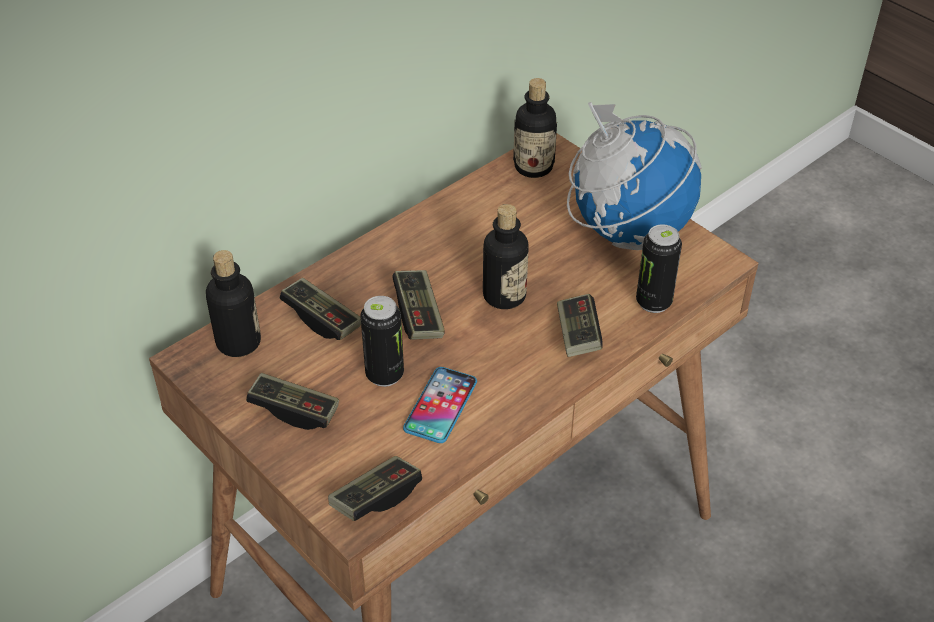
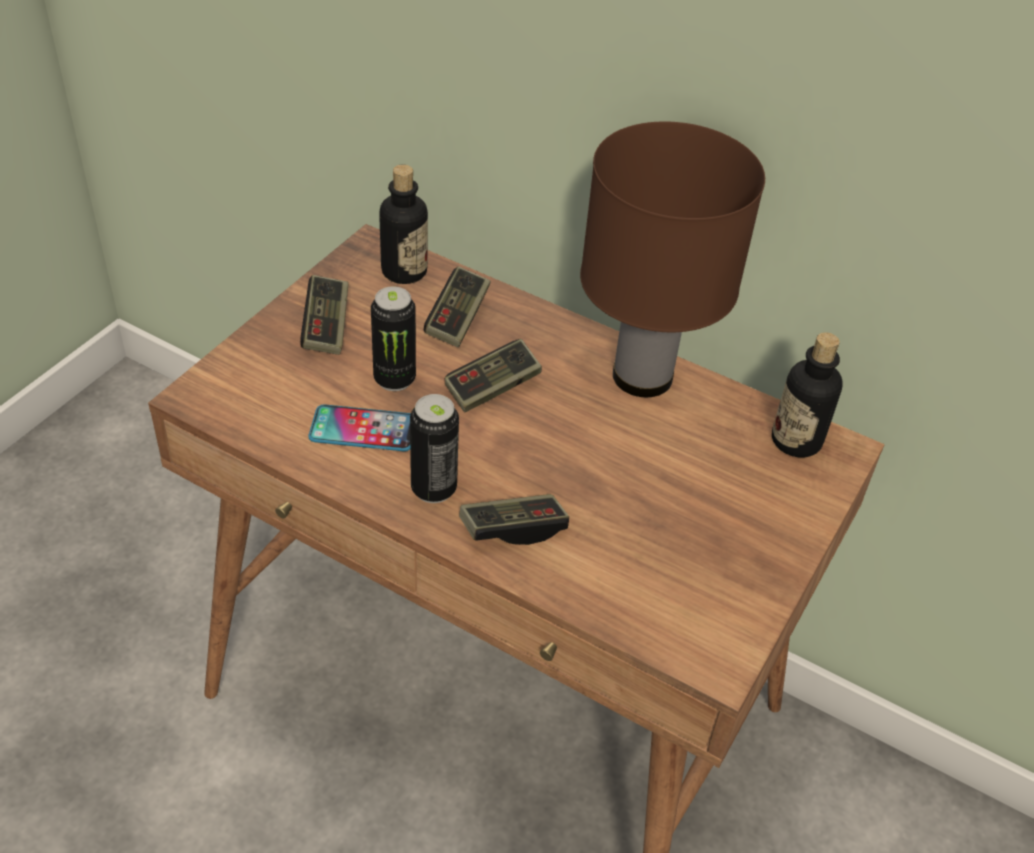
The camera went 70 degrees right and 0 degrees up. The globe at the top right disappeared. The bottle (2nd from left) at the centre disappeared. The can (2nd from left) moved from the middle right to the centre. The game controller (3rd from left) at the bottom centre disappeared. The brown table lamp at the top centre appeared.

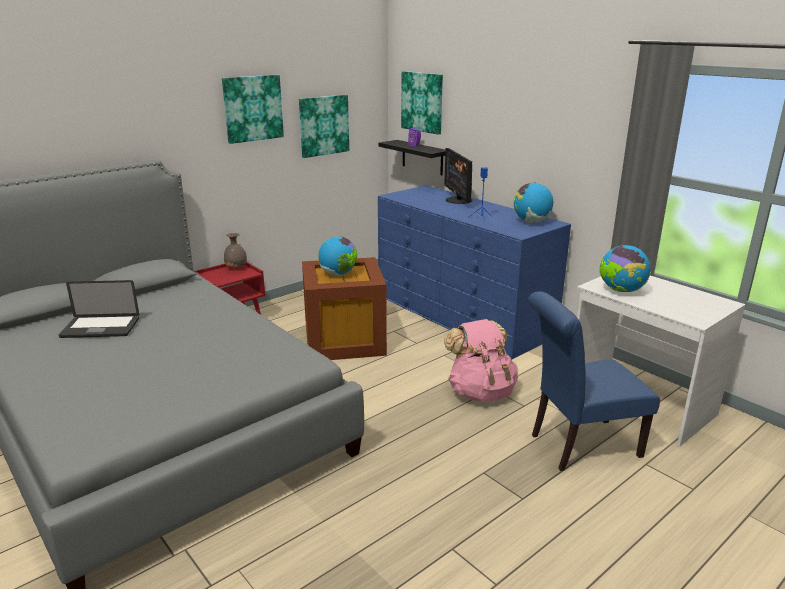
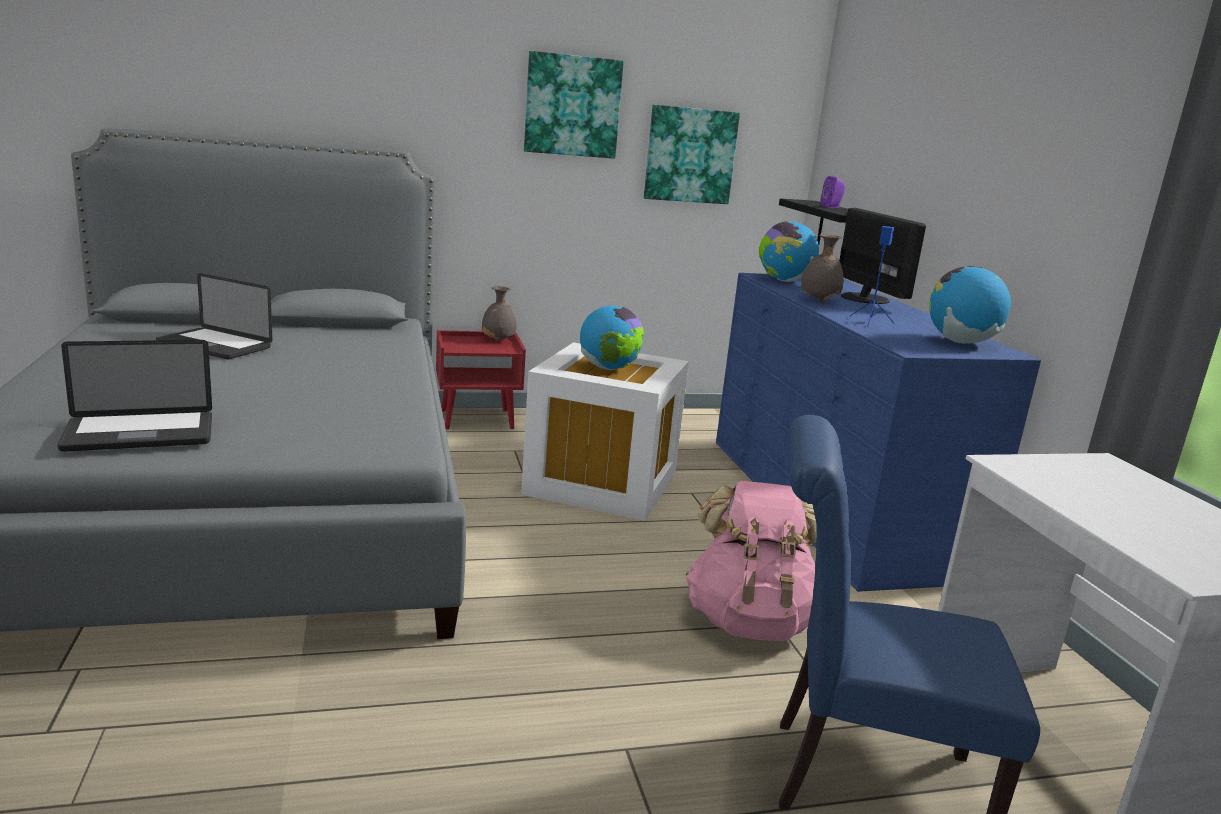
The camera went 25 degrees right and 5 degrees down. The picture (3rd from left) at the top centre disappeared. The monitor at the top centre turned 150 degrees clockwise. The globe (3rd from left in the first image) moved from the middle right to the top centre. The brown storage box at the centre became the white storage box at the centre. The grey vase (2nd from left) at the top right appeared. The laptop (1st from left) at the middle left appeared.

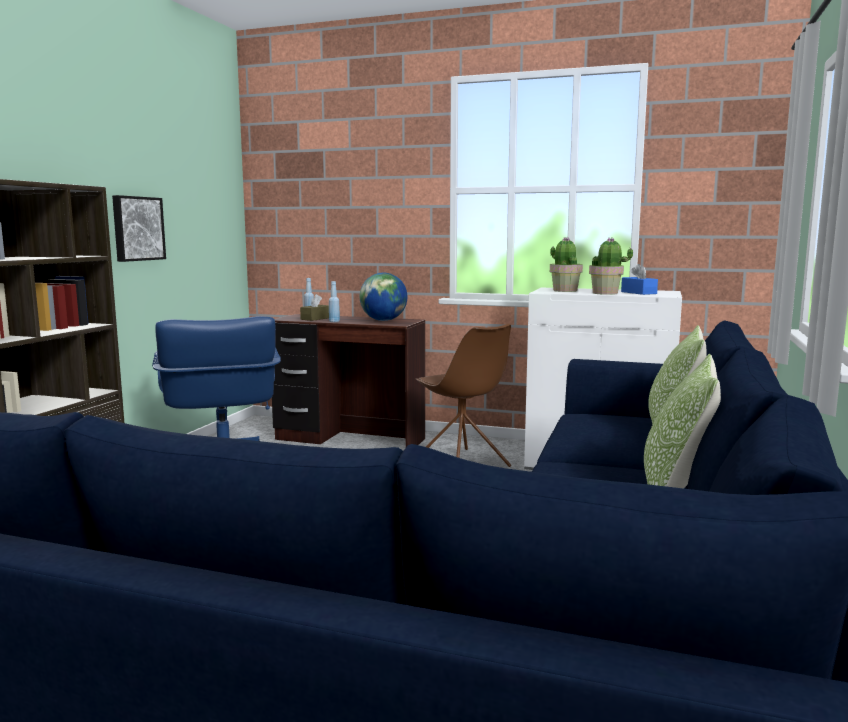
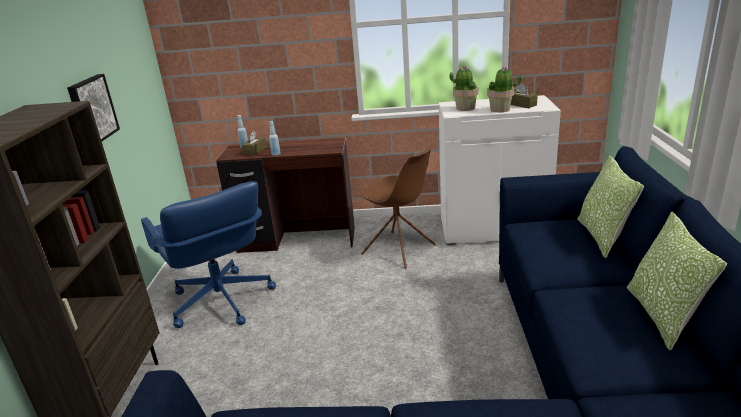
The camera went 15 degrees left and 15 degrees up. The blue tissue box at the middle right became the brown tissue box (2nd from left) at the top right. The globe at the centre disappeared.

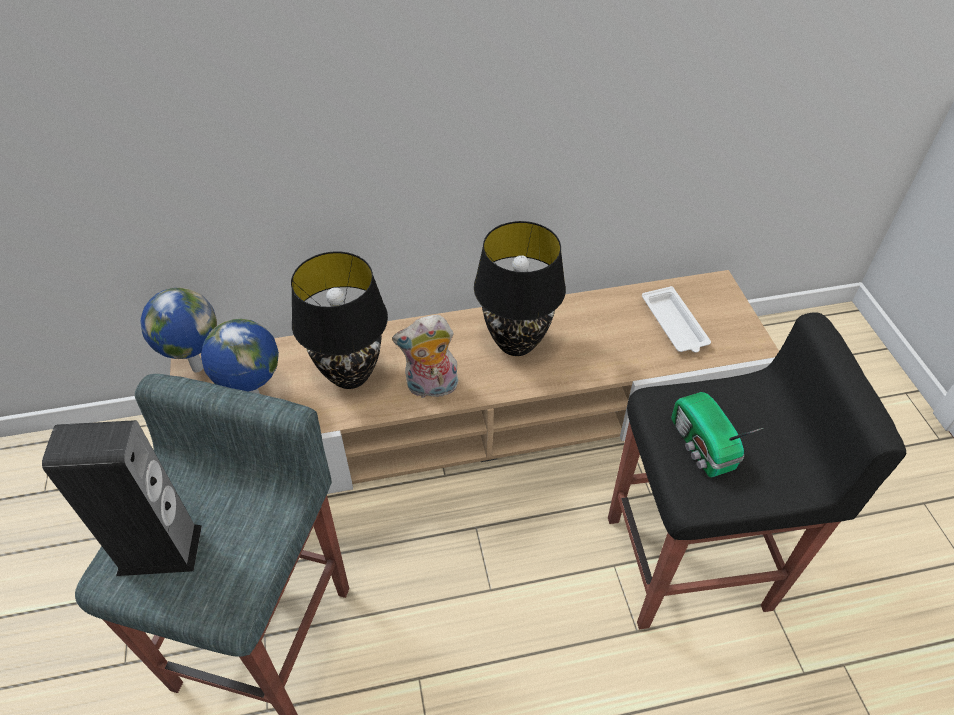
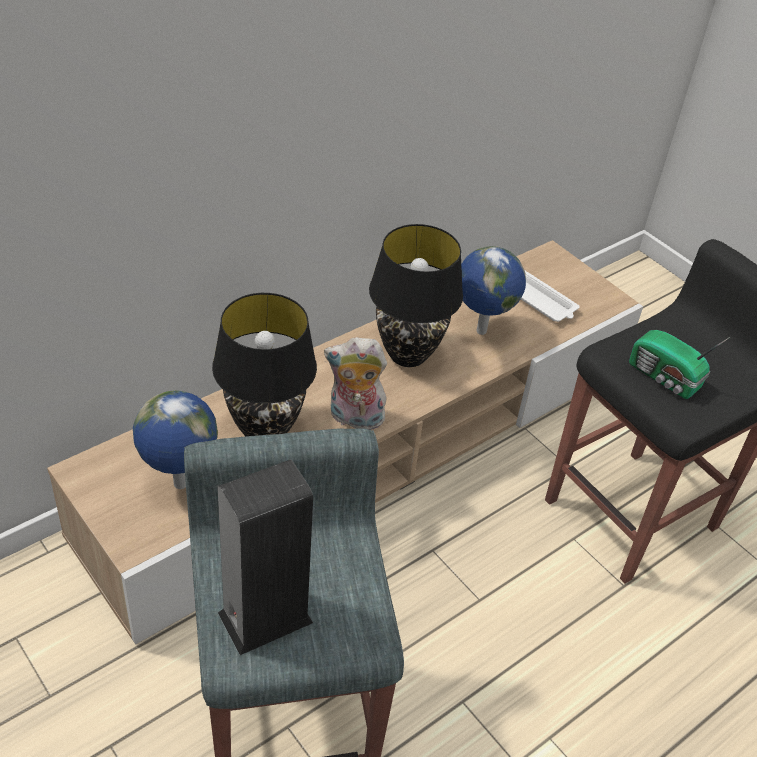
The camera went 30 degrees left and 5 degrees down. The globe (1st from left in the first image) moved from the middle left to the centre. The plush toy at the centre turned 45 degrees clockwise.

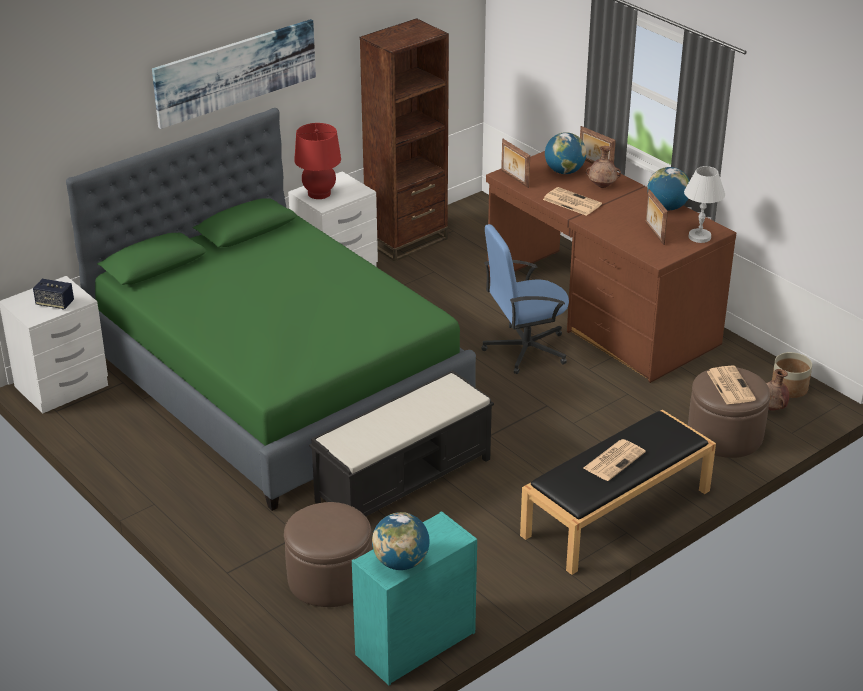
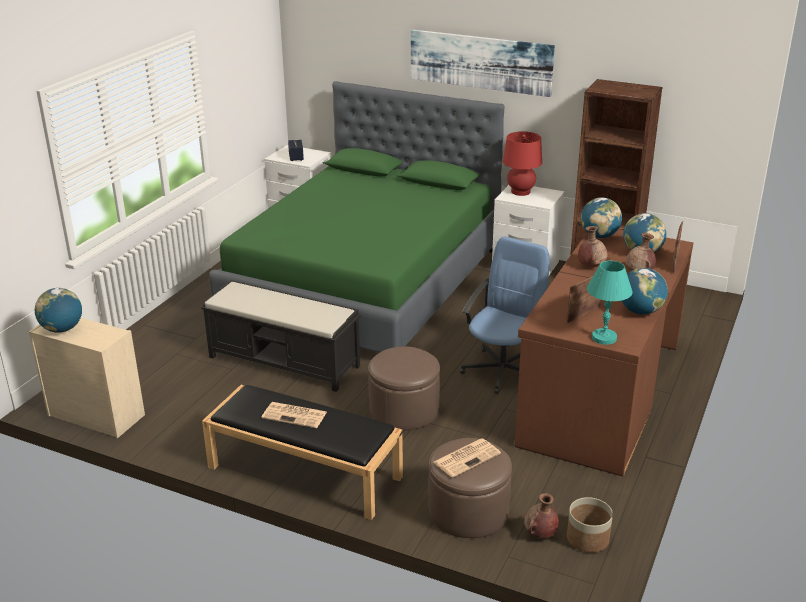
The camera went 65 degrees right and 5 degrees down. The picture frame (1st from left) at the top centre was replaced by the globe (2nd from left) at the middle right. The white table lamp at the top right became the turquoise table lamp at the middle right. The newspaper (1st from left) at the top centre was replaced by the brown vase (2nd from left) at the middle right. The blue office chair at the centre turned 75 degrees clockwise. The brown ottoman (1st from left) moved from the bottom centre to the centre. The turquoise dresser at the bottom centre became the beige dresser at the middle left.

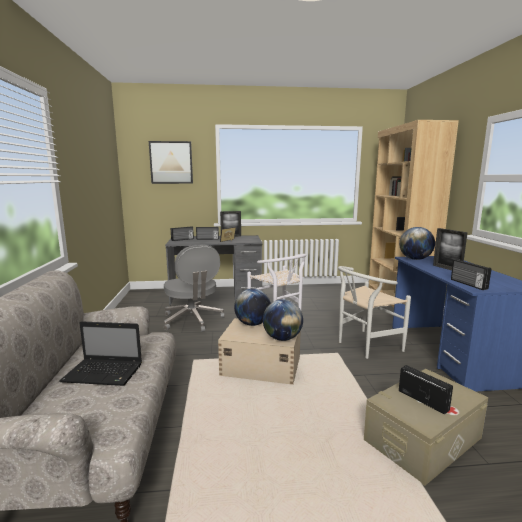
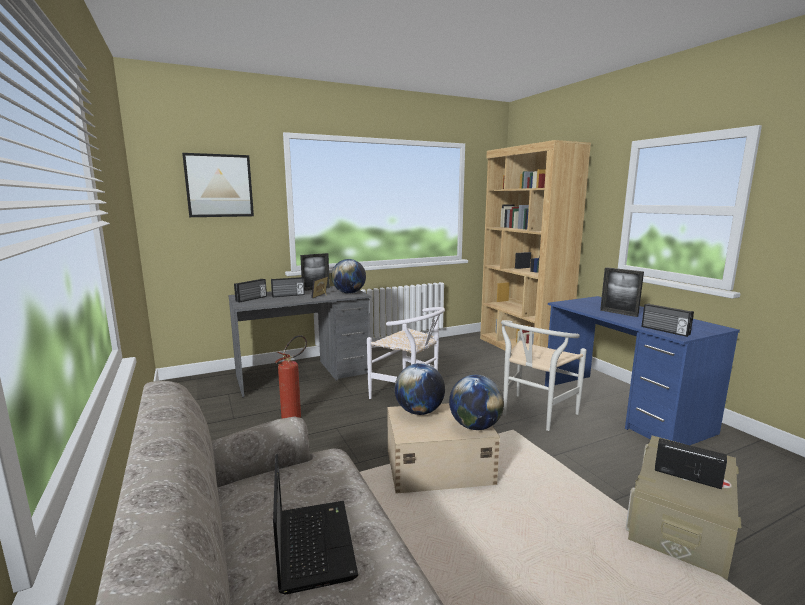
The camera went 20 degrees left and 0 degrees up. The globe (3rd from left in the first image) moved from the middle right to the centre. The grey office chair at the centre was replaced by the fire extinguisher at the centre. The laptop at the bottom left turned 90 degrees counterclockwise.

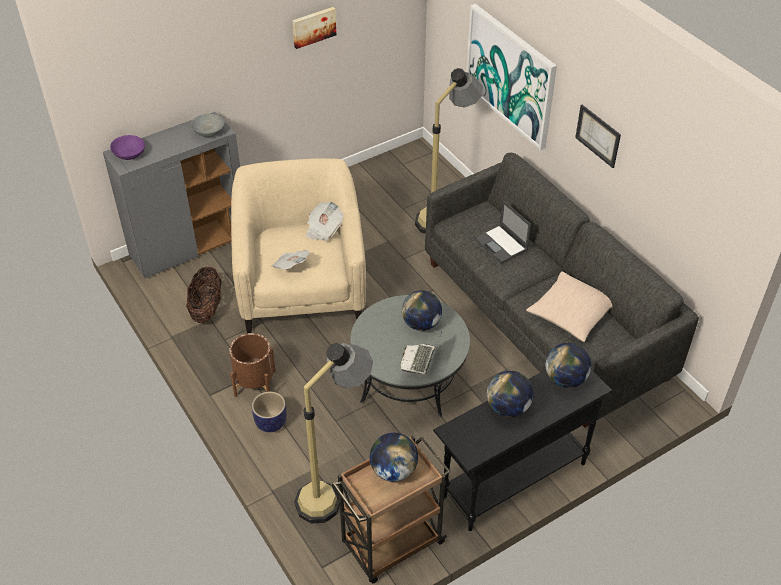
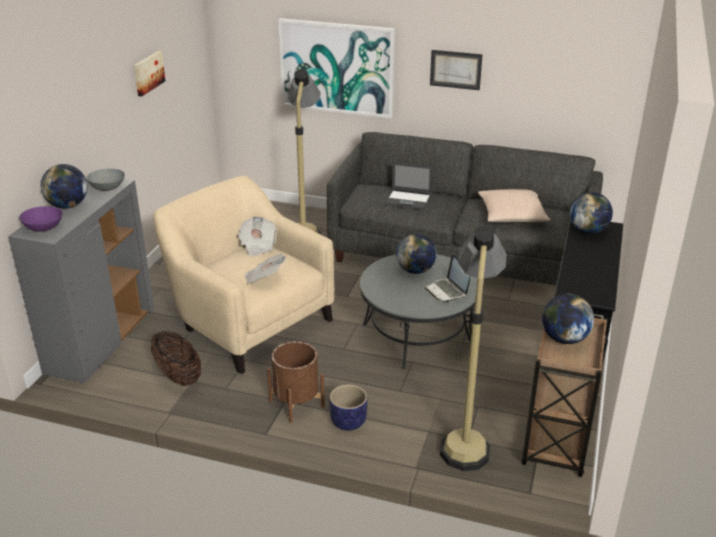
The camera went 40 degrees left and 15 degrees down. The globe (3rd from left in the first image) moved from the bottom centre to the middle left.

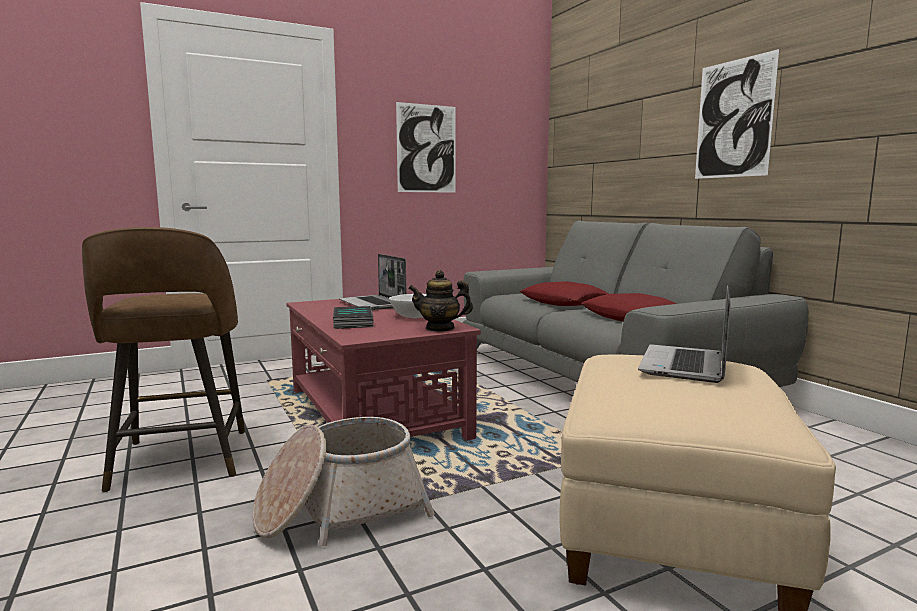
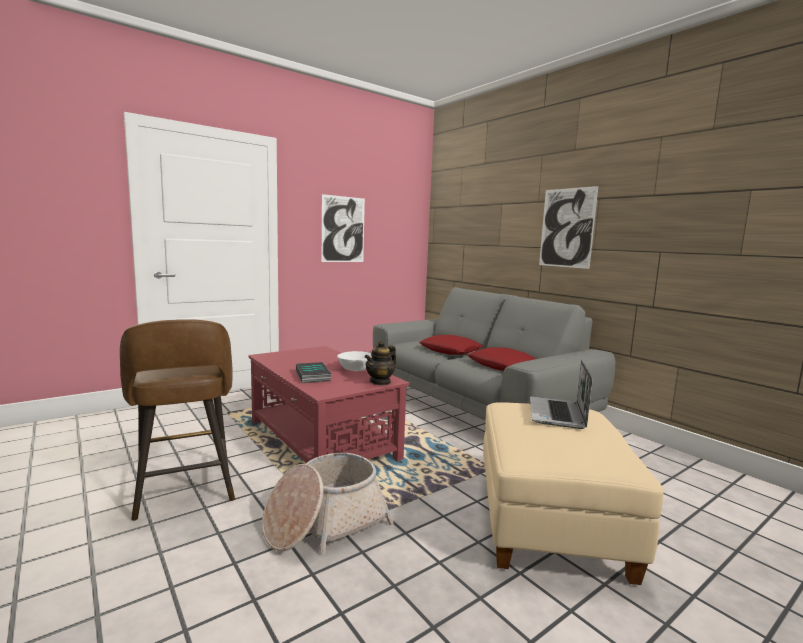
The camera went 10 degrees left and 0 degrees up. The laptop (1st from left) at the centre disappeared. The teapot at the centre turned 45 degrees counterclockwise.

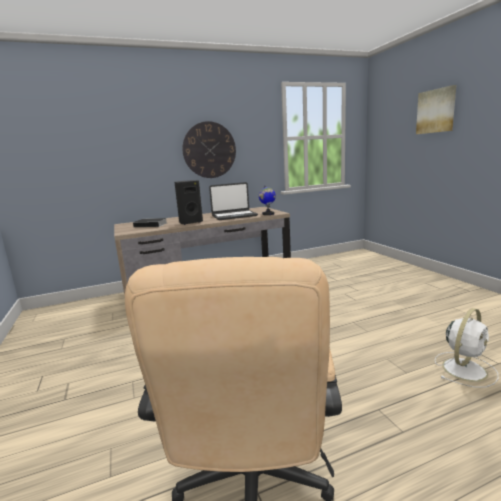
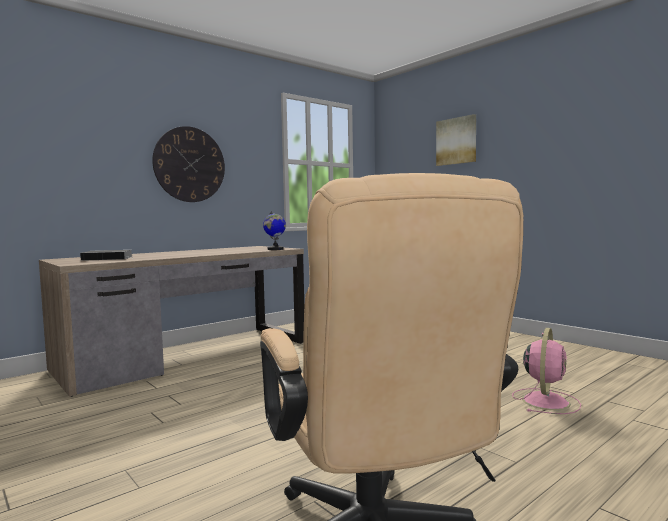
The camera went 20 degrees left and 10 degrees down. The black speaker at the centre disappeared. The laptop at the centre disappeared. The white fan at the bottom right became the pink fan at the bottom right.

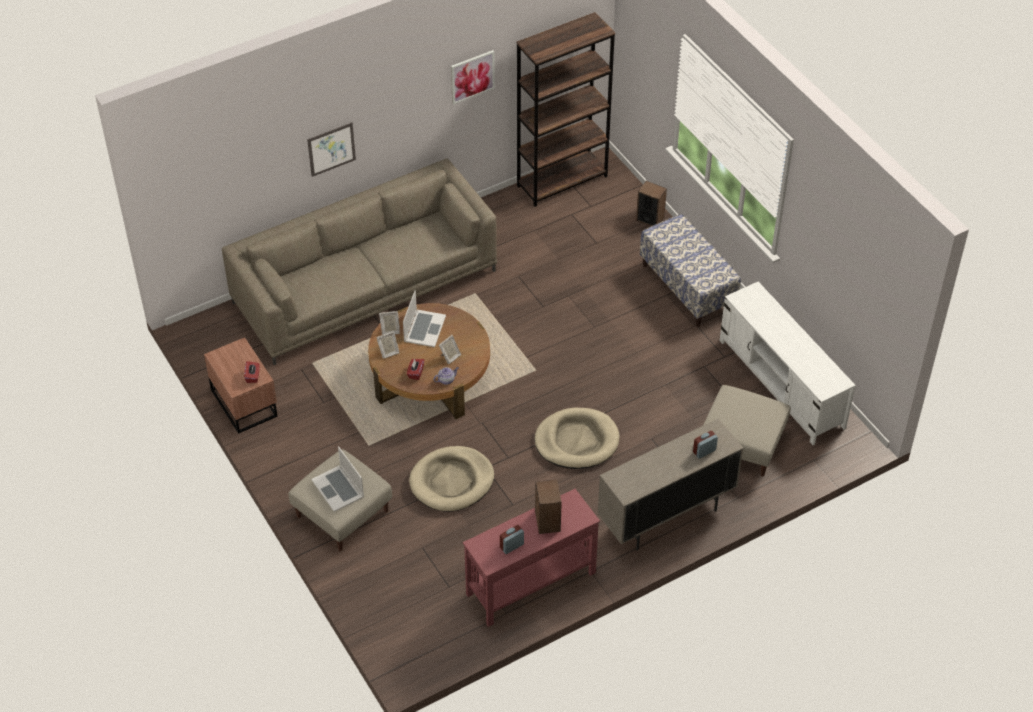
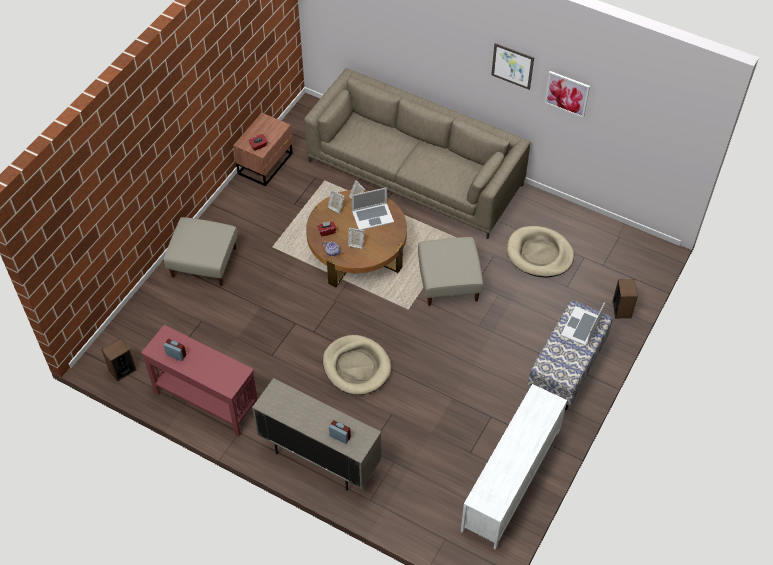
The camera went 60 degrees right and 5 degrees up. The brown bookcase at the top centre disappeared. The picture (1st from left) moved from the top left to the top centre. The beige ottoman (2nd from left) moved from the middle right to the centre. The laptop (1st from left in the first image) moved from the bottom left to the middle right. The beige dog bed (1st from left in the first image) moved from the bottom centre to the middle right. The speaker (1st from left) moved from the bottom centre to the middle left.

